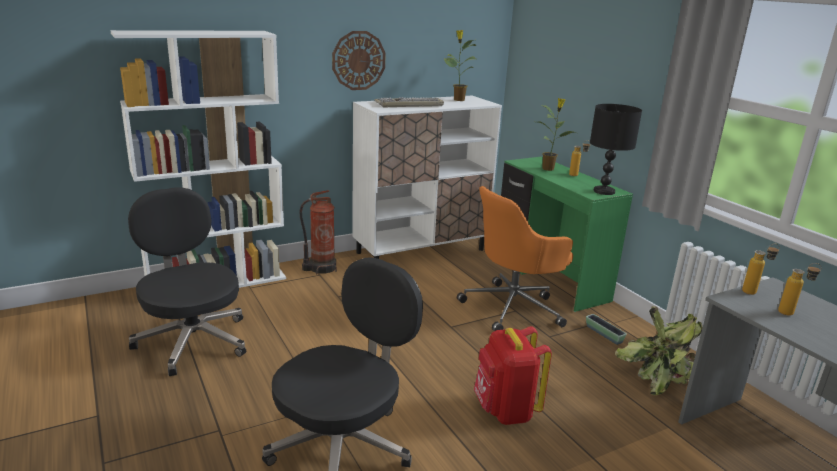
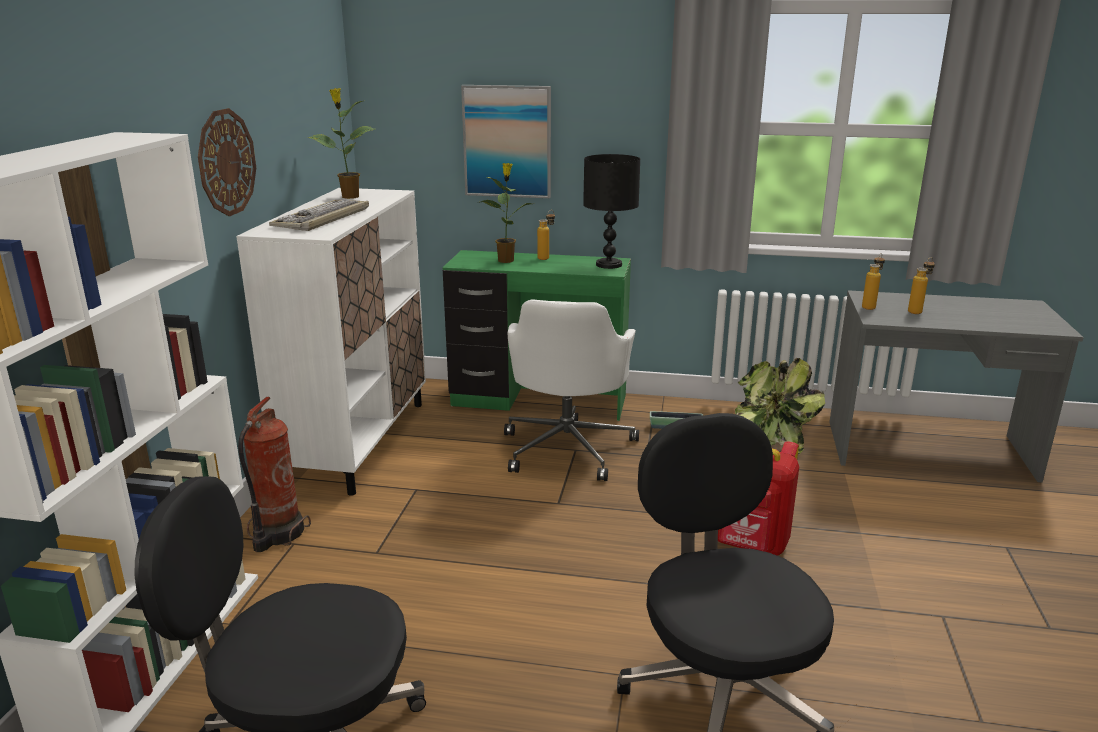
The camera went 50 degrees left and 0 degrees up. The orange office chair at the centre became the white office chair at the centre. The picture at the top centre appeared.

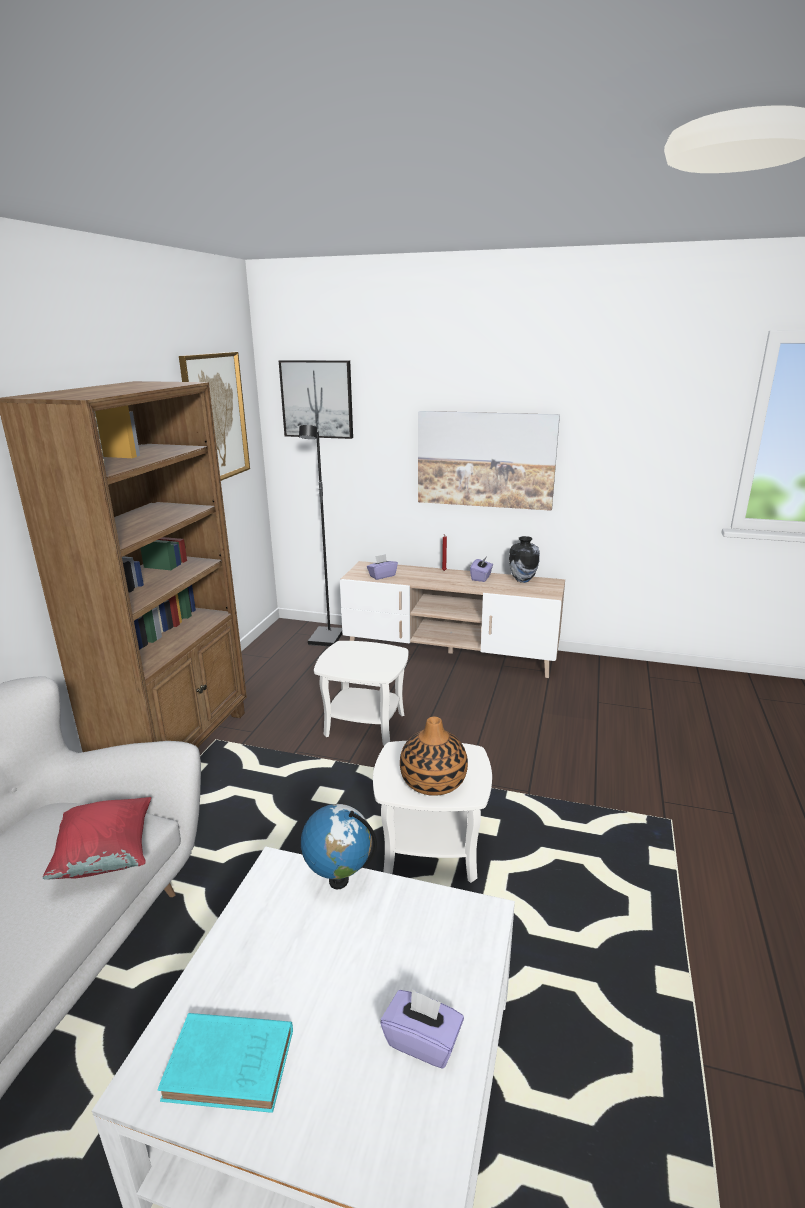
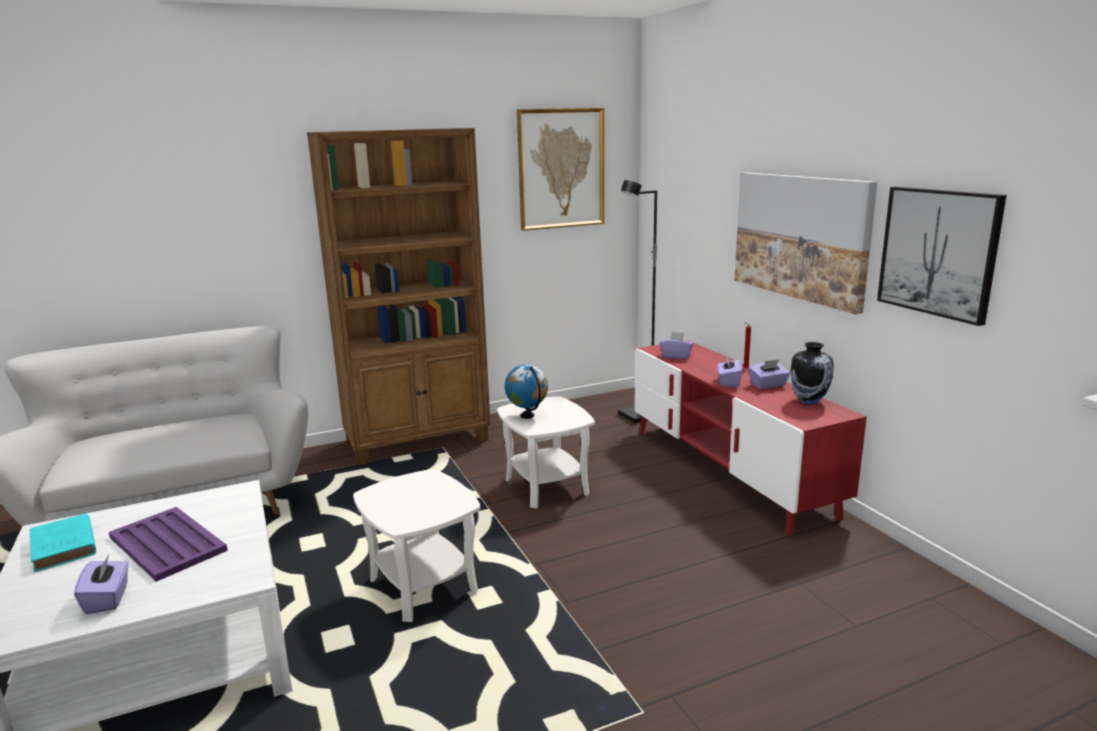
The camera went 50 degrees right and 5 degrees down. The picture (2nd from left in the first image) moved from the top centre to the middle right. The beige tv stand at the centre became the red tv stand at the middle right. The vase (1st from left) at the centre disappeared. The red pillow at the bottom left disappeared. The globe moved from the bottom centre to the centre. The purple tissue box (3rd from left) at the centre appeared. The purple tray at the bottom left appeared.

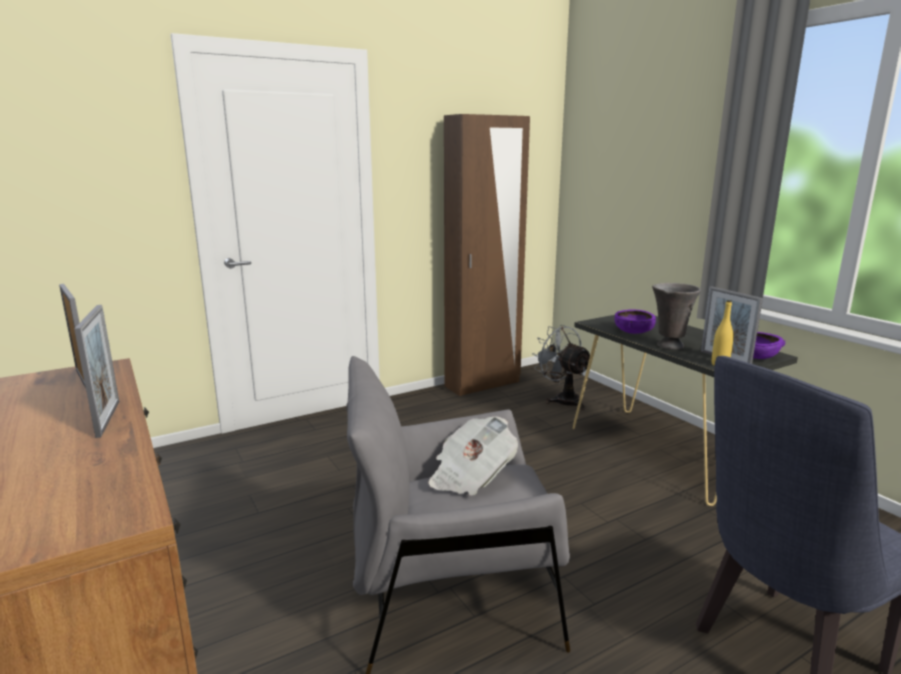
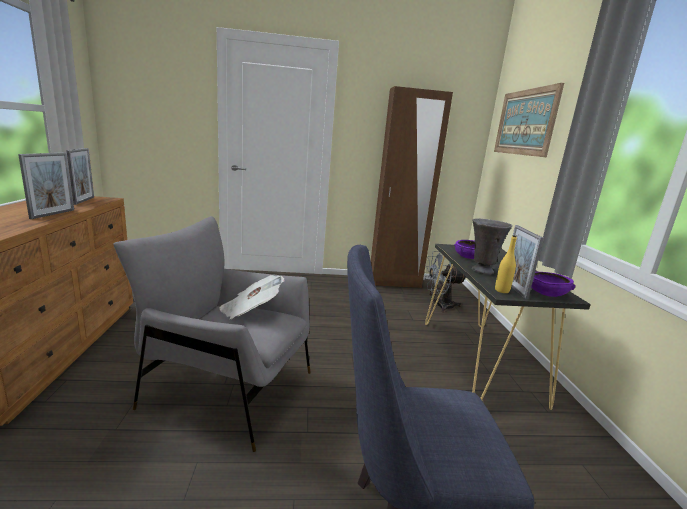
The camera went 25 degrees right and 0 degrees up. The grey fan at the centre turned 90 degrees counterclockwise. The picture at the top right appeared.

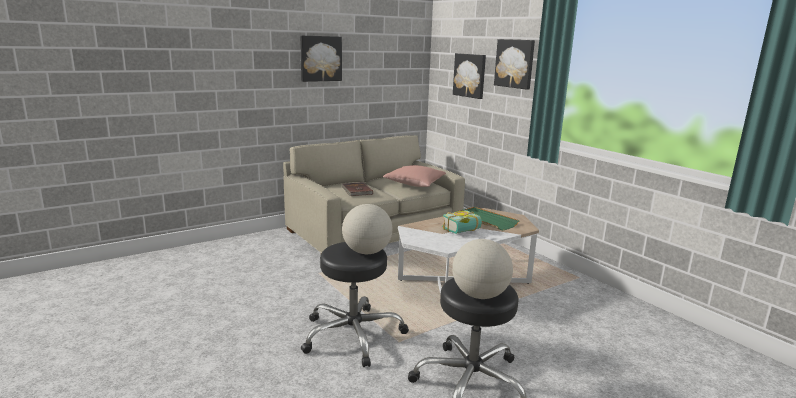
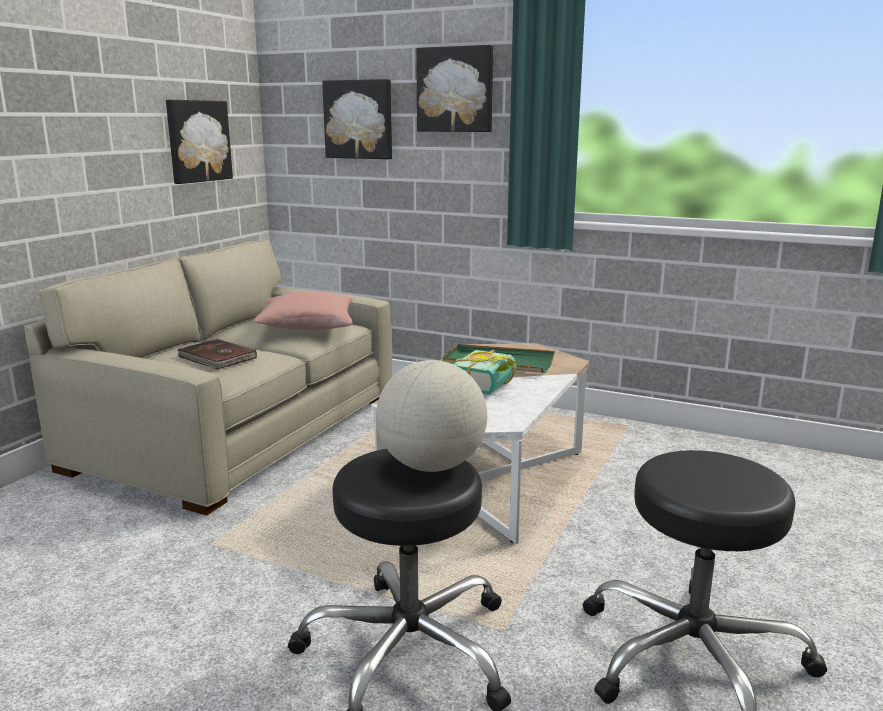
The camera went 30 degrees left and 0 degrees up. The picture (1st from left) moved from the top centre to the top left. The globe (2nd from left) at the bottom centre disappeared.

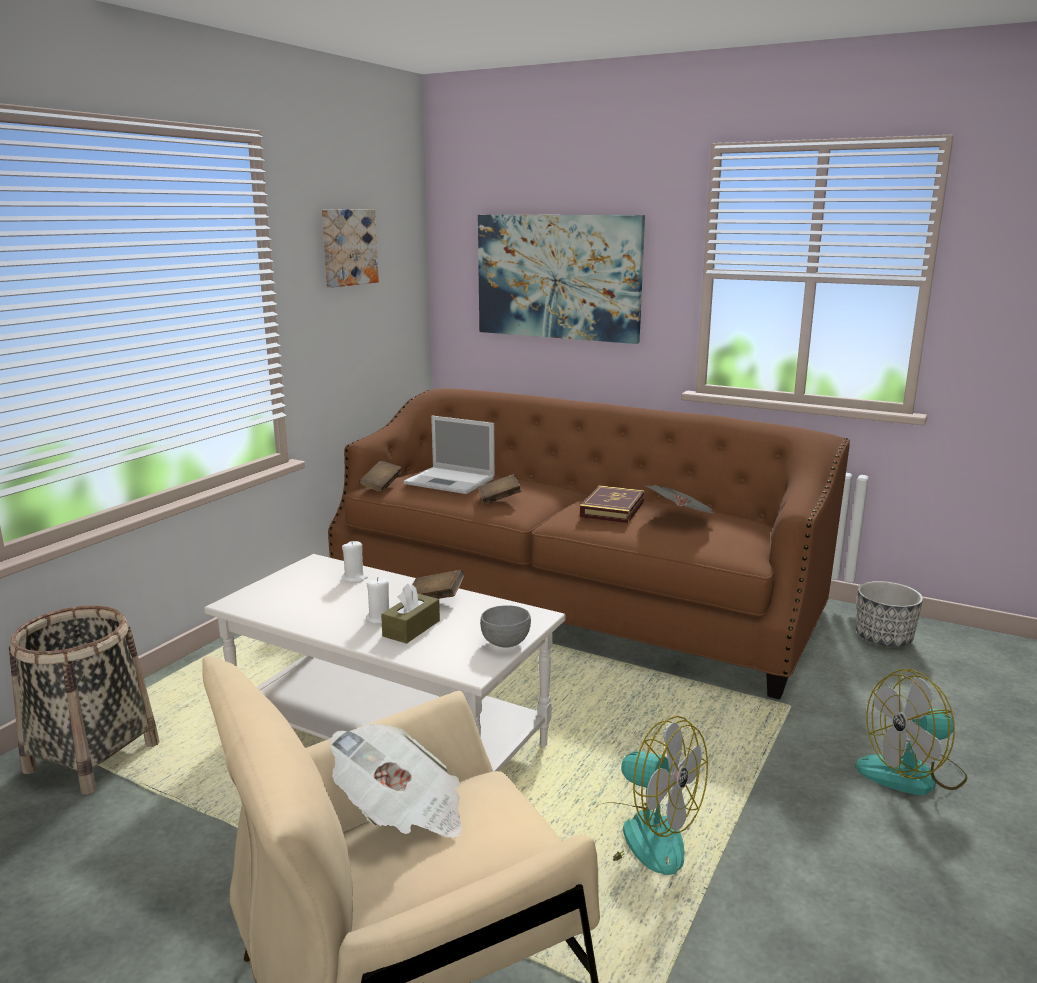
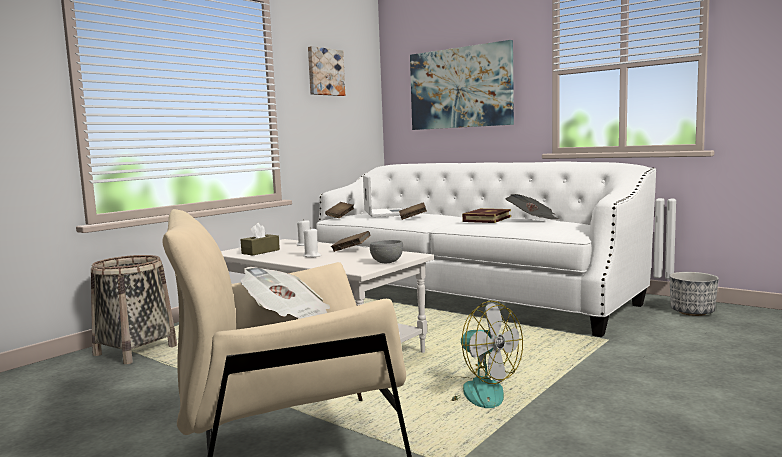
The camera went 10 degrees right and 10 degrees down. The brown sofa at the centre became the white sofa at the centre. The laptop at the centre turned 135 degrees counterclockwise. The brown tissue box moved from the centre to the middle left. The fan (2nd from left) at the bottom right disappeared.

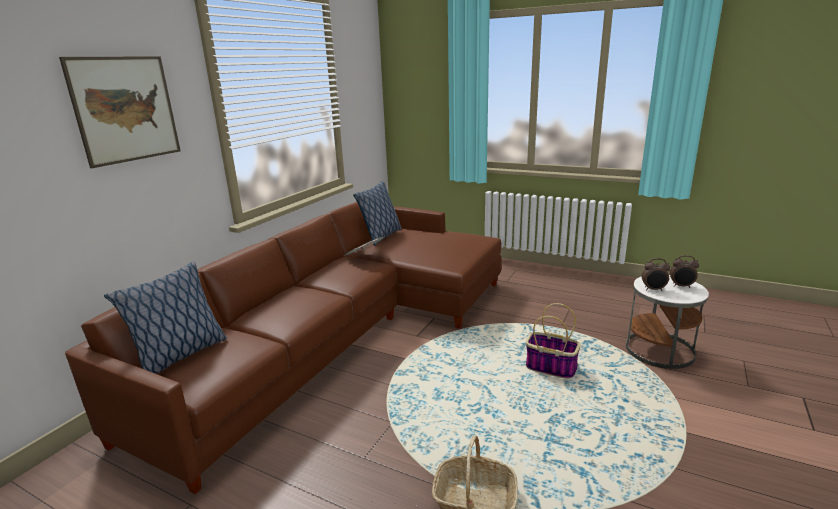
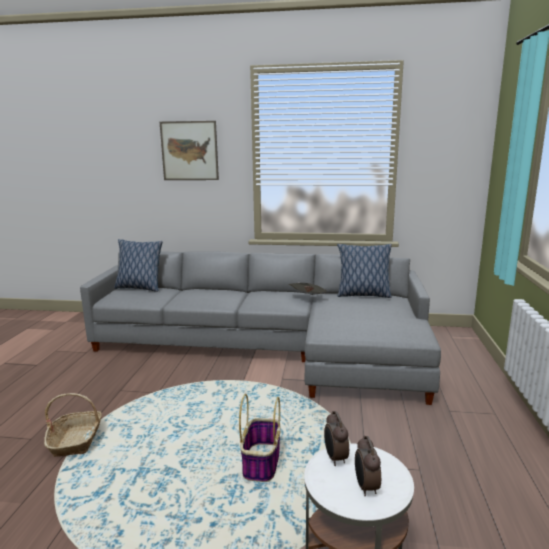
The camera went 70 degrees right and 5 degrees down. The brown sofa at the bottom centre became the grey sofa at the centre.

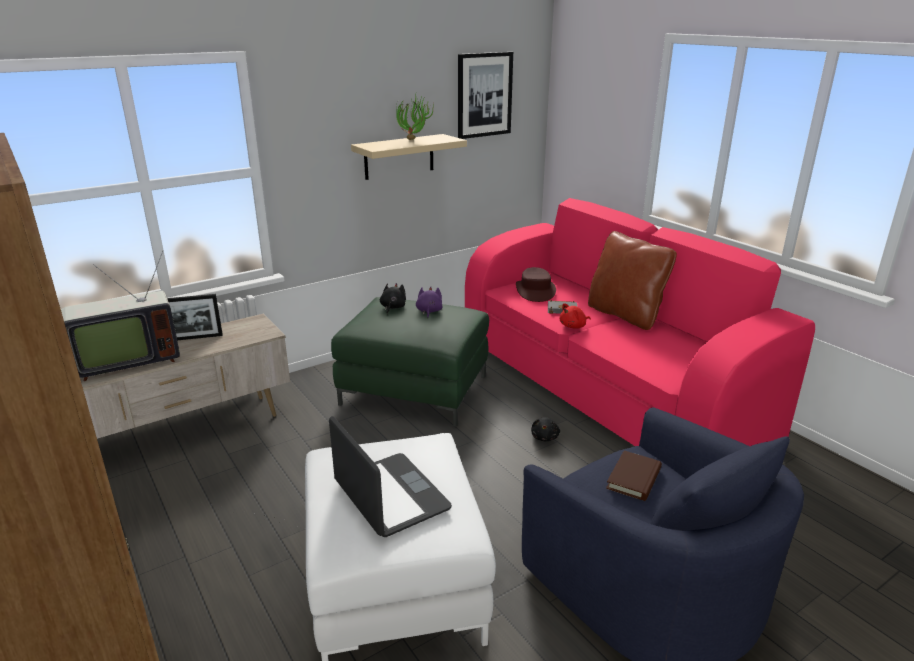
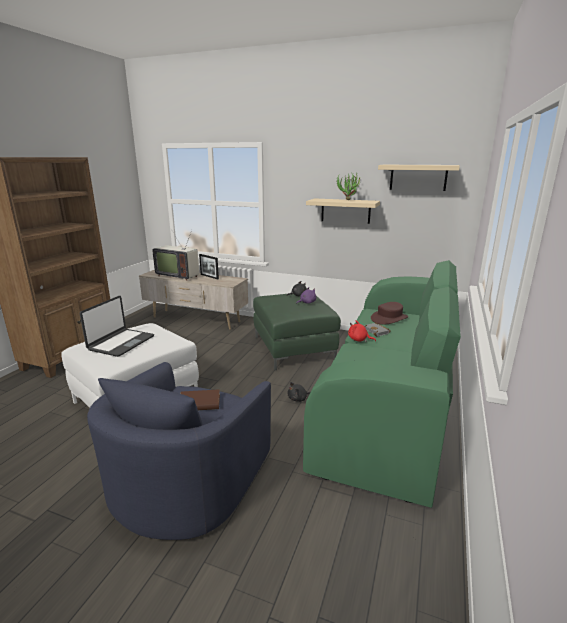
The camera went 55 degrees right and 5 degrees down. The picture at the top centre was replaced by the beige shelf (2nd from left) at the top right. The pink sofa at the middle right became the green sofa at the middle right. The brown pillow at the middle right disappeared.

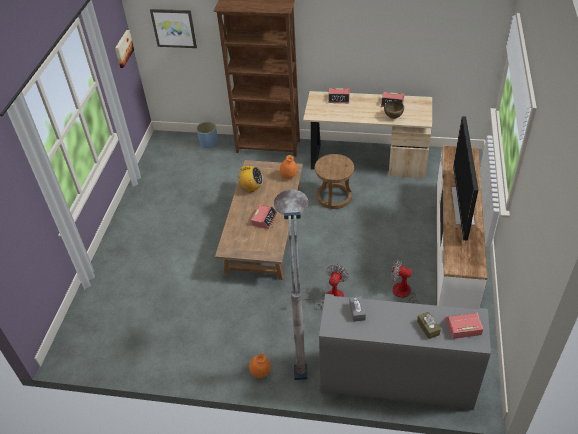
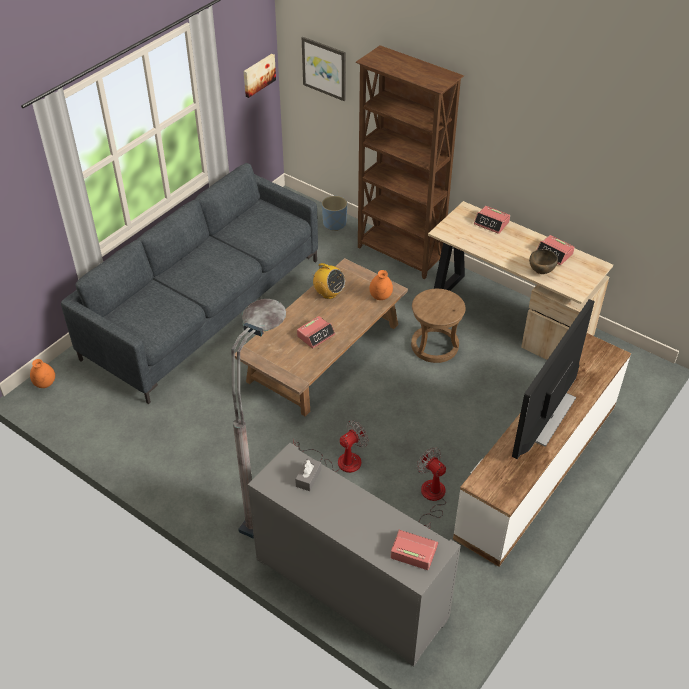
The camera went 25 degrees right and 0 degrees up. The brown tissue box at the bottom right disappeared. The orange vase (1st from left) moved from the bottom centre to the middle left. The grey sofa at the middle left appeared.

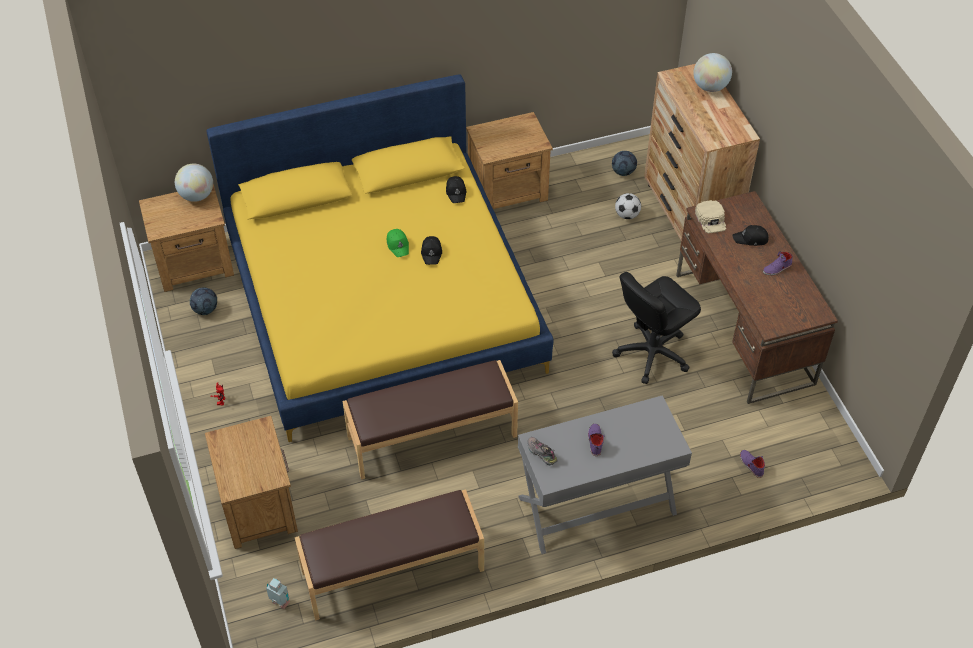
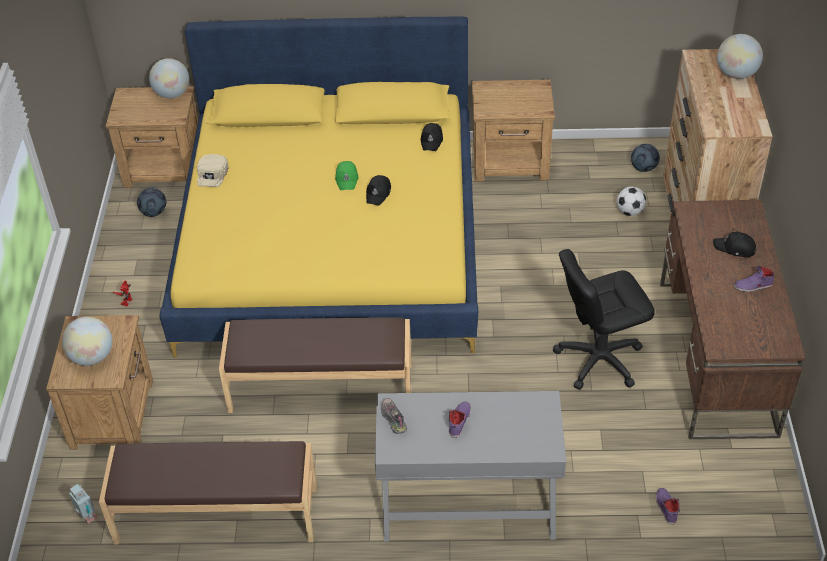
The camera went 20 degrees right and 5 degrees down. The beige cap moved from the middle right to the top left. The globe (1st from left) at the middle left appeared.

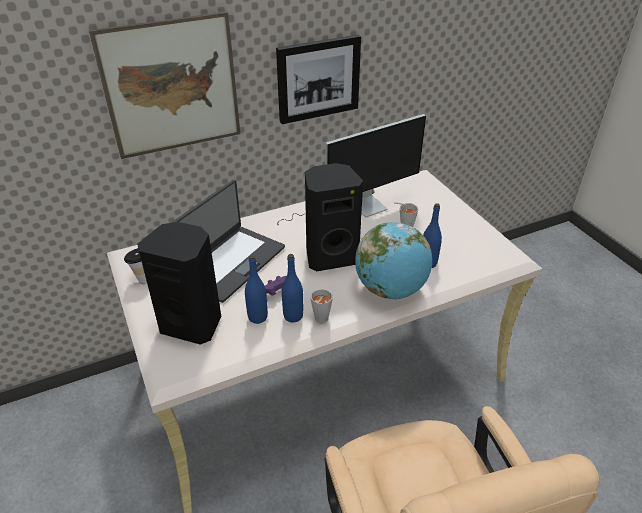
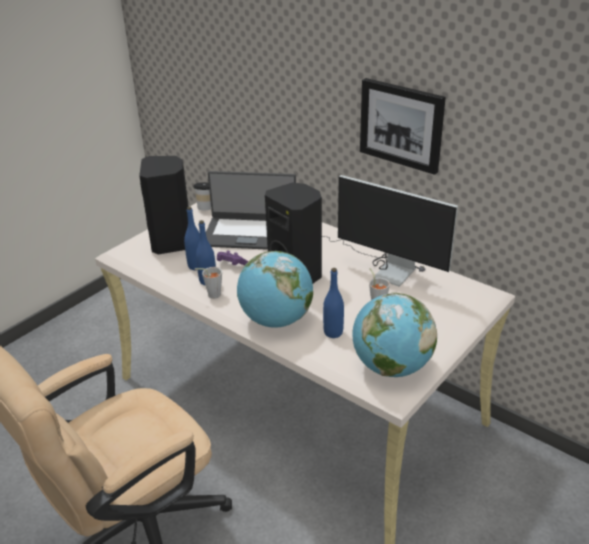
The camera went 65 degrees right and 5 degrees down. The picture (1st from left) at the top left disappeared. The globe (2nd from left) at the middle right appeared.

